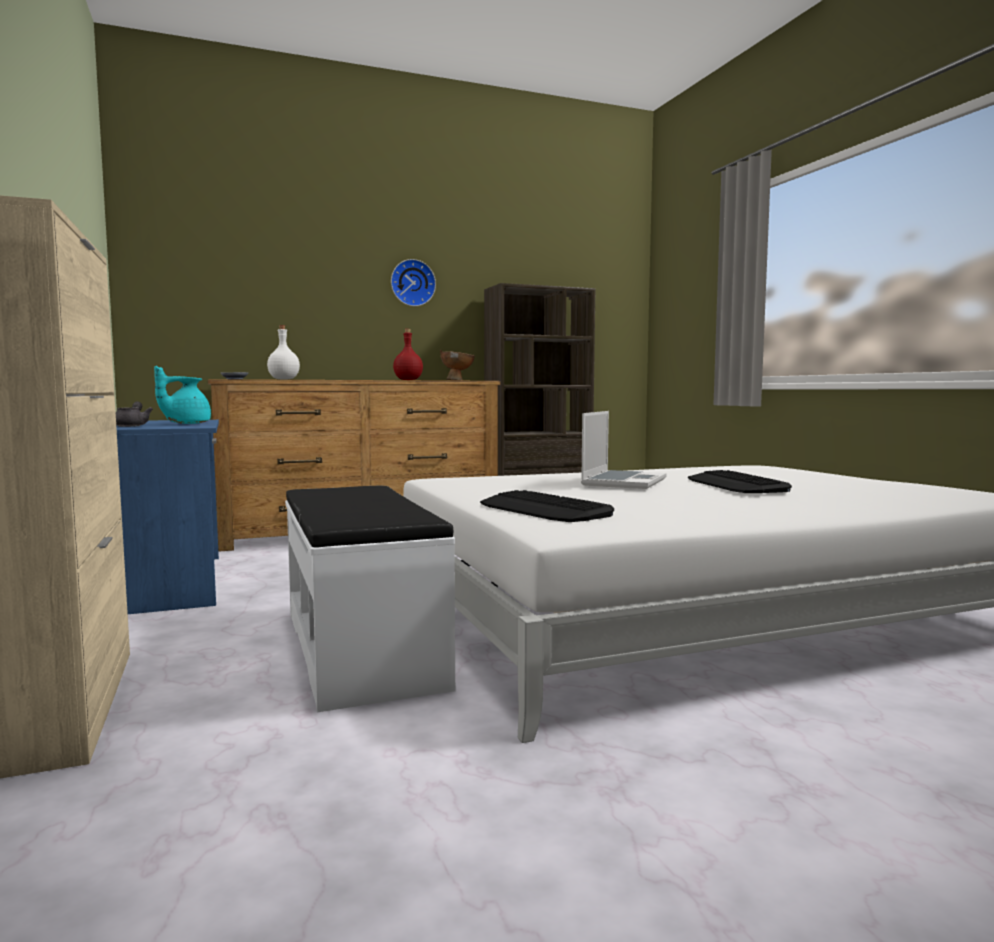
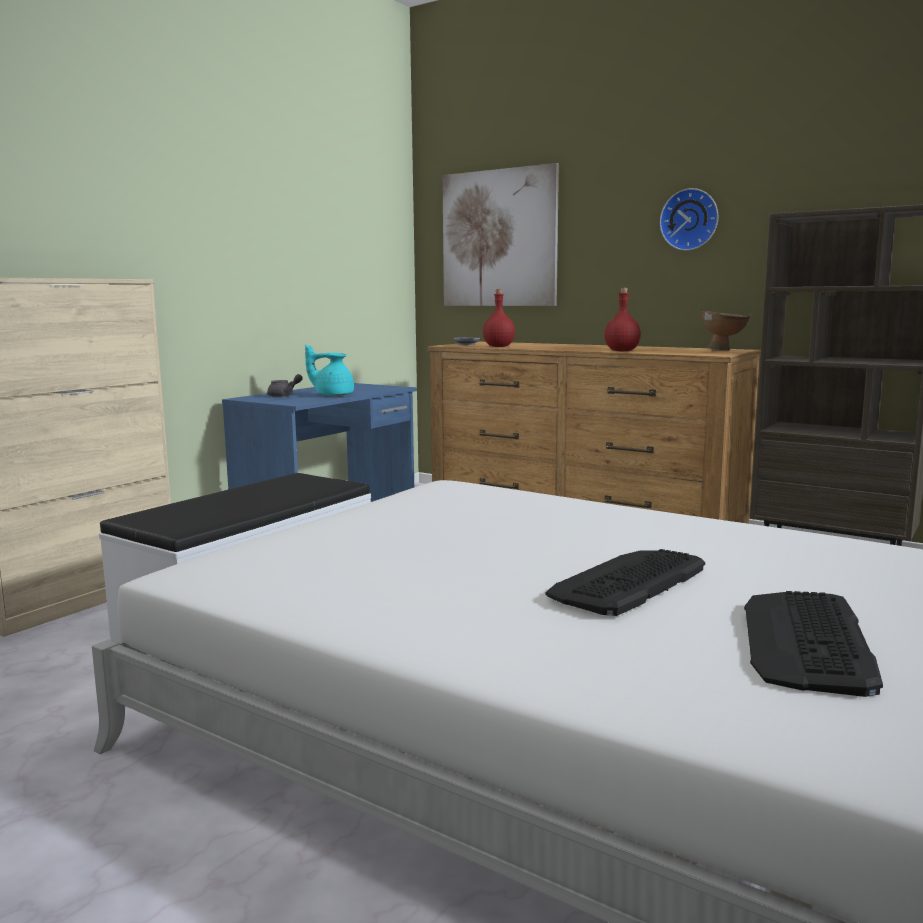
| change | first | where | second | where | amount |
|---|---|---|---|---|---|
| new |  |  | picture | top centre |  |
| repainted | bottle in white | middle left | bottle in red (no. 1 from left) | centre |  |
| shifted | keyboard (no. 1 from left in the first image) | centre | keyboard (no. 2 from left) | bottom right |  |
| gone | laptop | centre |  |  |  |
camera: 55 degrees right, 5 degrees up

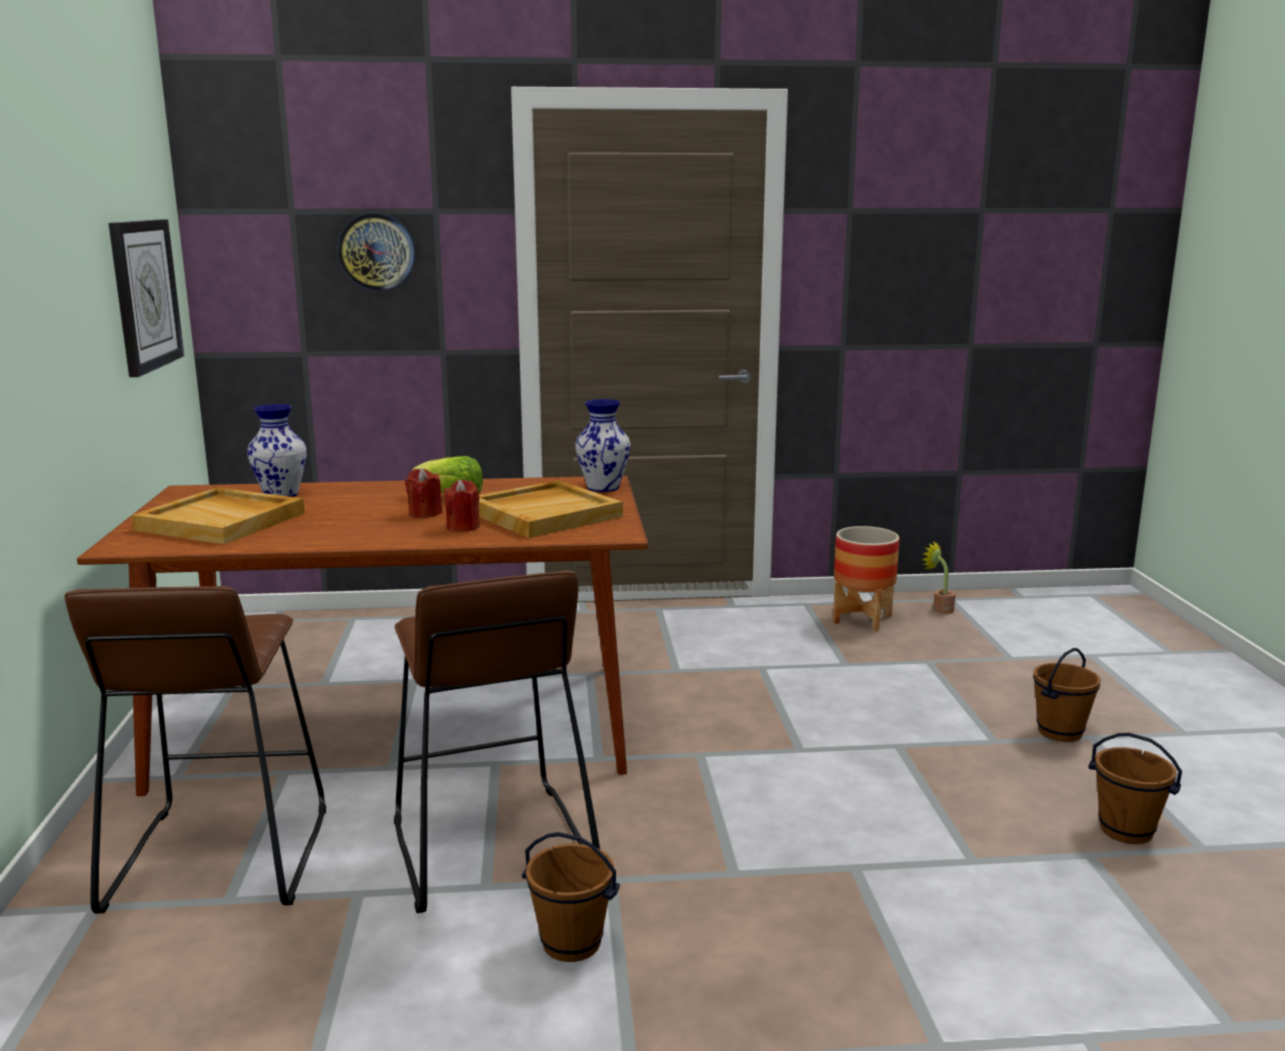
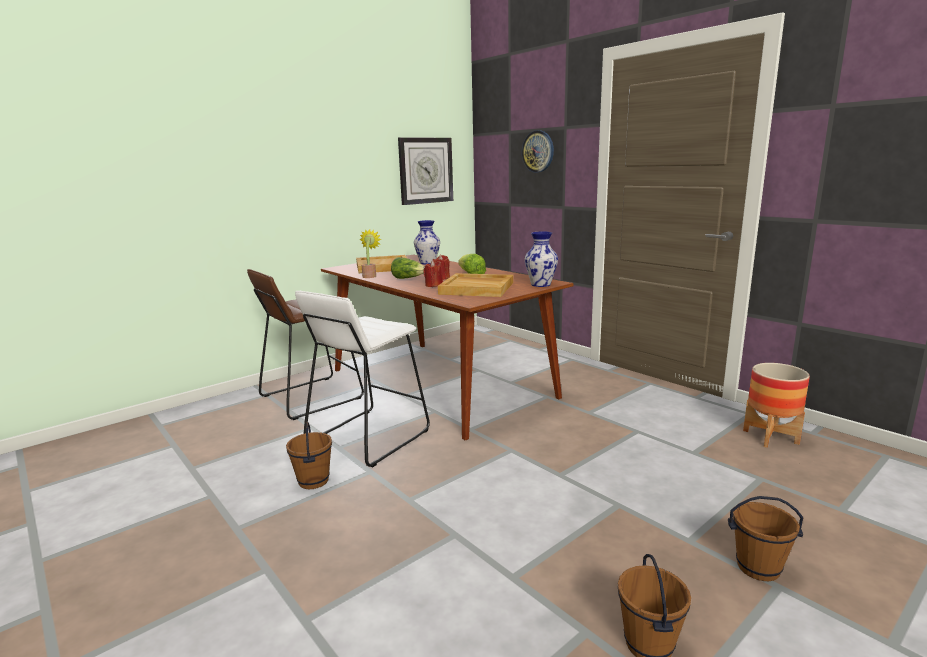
| change | first | where | second | where | amount |
|---|---|---|---|---|---|
| repainted | stool in brown (no. 2 from left) | bottom centre | stool in white | centre |  |
| shifted | potted plant | middle right |  | centre |  |
| new |  |  | lettuce (no. 1 from left) | centre |  |
camera: 55 degrees right, 0 degrees up

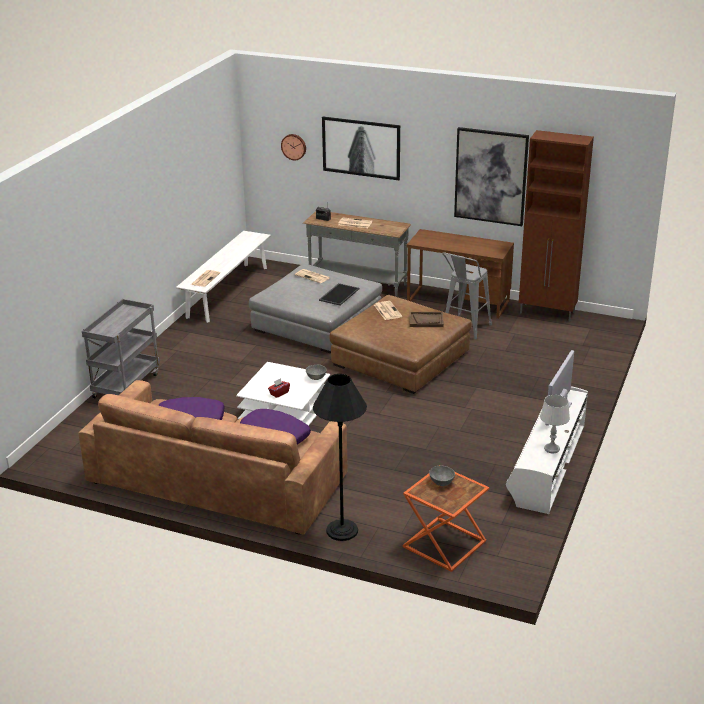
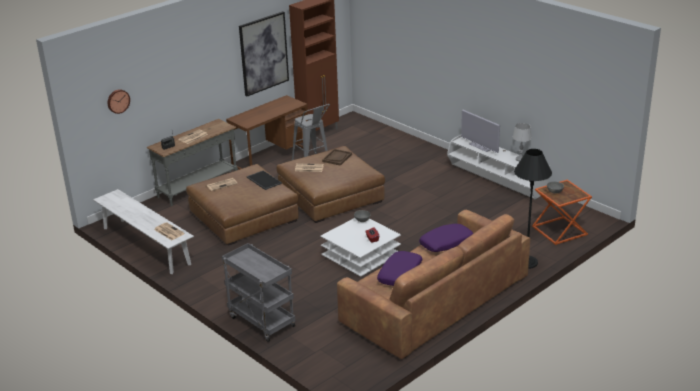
| change | first | where | second | where | amount |
|---|---|---|---|---|---|
| repainted | ottoman in grey | centre | ottoman in brown (no. 1 from left) | centre |  |
| gone | picture (no. 1 from left) | top centre |  |  |  |
camera: 65 degrees left, 0 degrees up

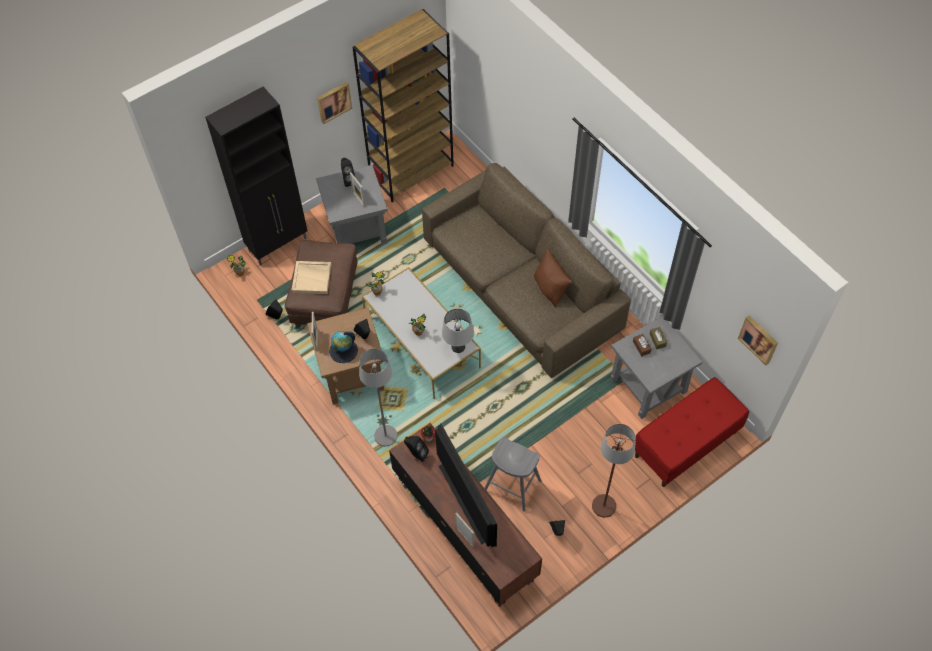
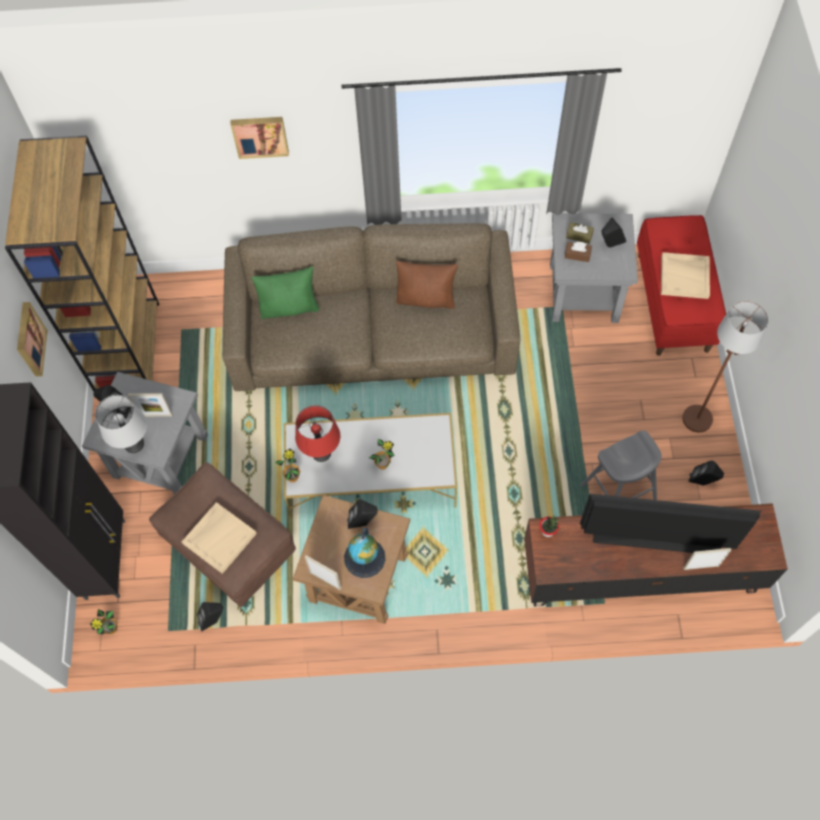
| change | first | where | second | where | amount |
|---|---|---|---|---|---|
| shifted | table lamp in grey | centre |  | middle left |  |
| shifted | picture (no. 2 from left) | middle right |  | top left |  |
| new |  |  | pillow in green | centre |  |
| new |  |  | table lamp in red | centre |  |
| shifted | speaker in black (no. 4 from left) | bottom centre |  | top right |  |
| new |  |  | tray in beige (no. 2 from left) | middle right |  |
| gone | floor lamp in grey | centre |  |  |  |
camera: 55 degrees left, 5 degrees up

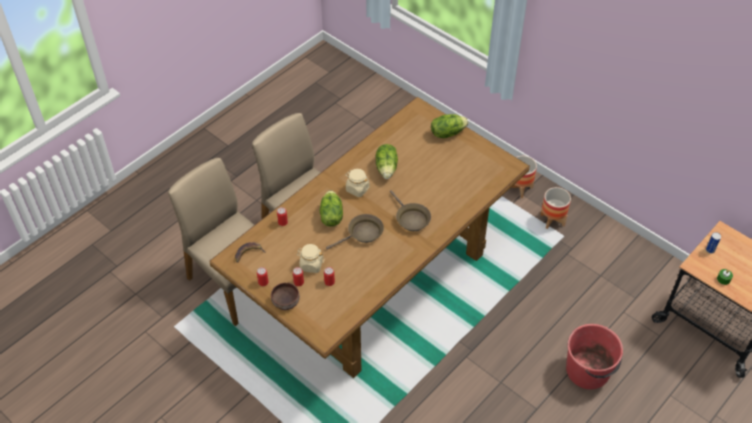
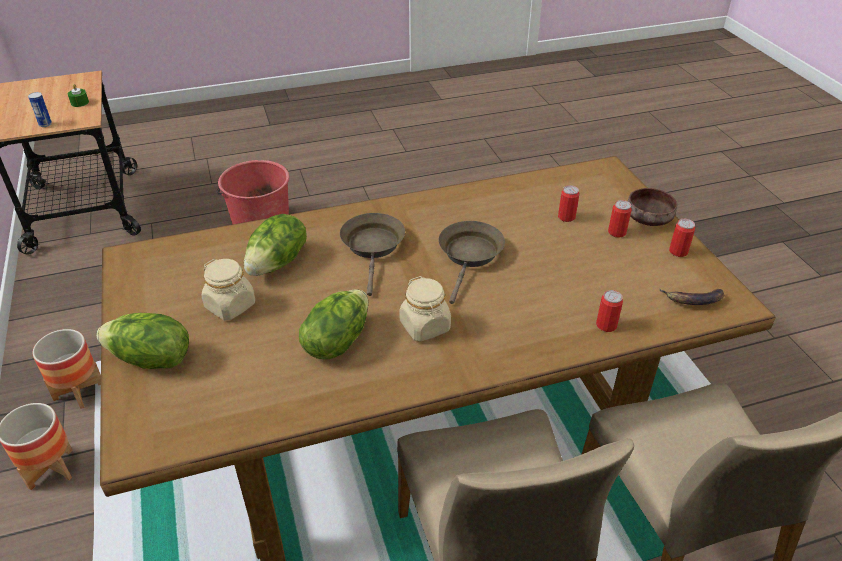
| change | first | where | second | where | amount |
|---|---|---|---|---|---|
| shifted | jar in beige (no. 1 from left) | centre |  | middle left |  |
| shifted | lettuce (no. 1 from left in the first image) | centre | lettuce (no. 2 from left) | middle left |  |
| rotated | frying pan in brown (no. 1 from left in the first image) | centre | frying pan in brown (no. 2 from left) | centre | 105 degrees clockwise |
camera: 150 degrees left, 10 degrees down

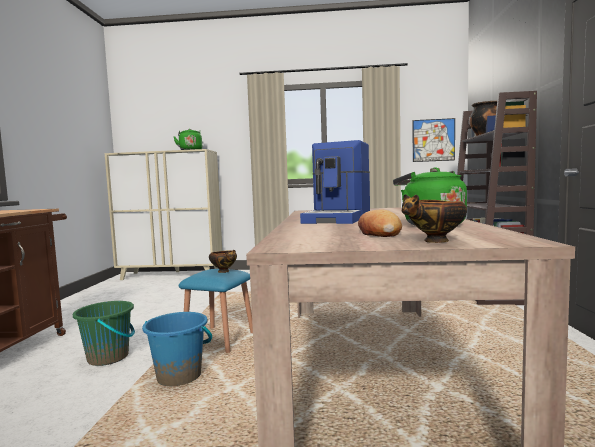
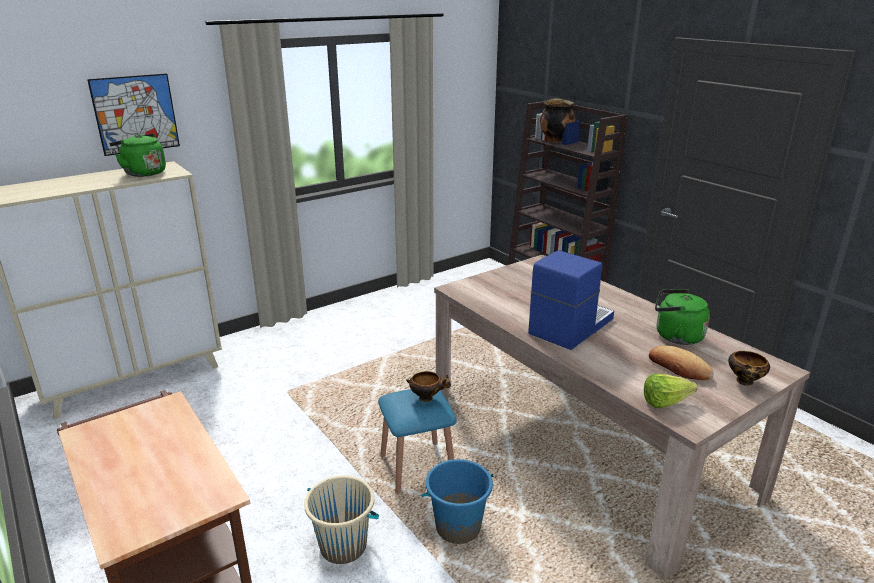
| change | first | where | second | where | amount |
|---|---|---|---|---|---|
| shifted | picture | top right |  | top left |  |
| repainted | bucket in green | bottom left | bucket in beige | bottom centre |  |
| rotated | coffee machine | centre |  | centre | 120 degrees counterclockwise |
| new |  |  | lettuce | bottom right |  |
camera: 40 degrees left, 20 degrees up

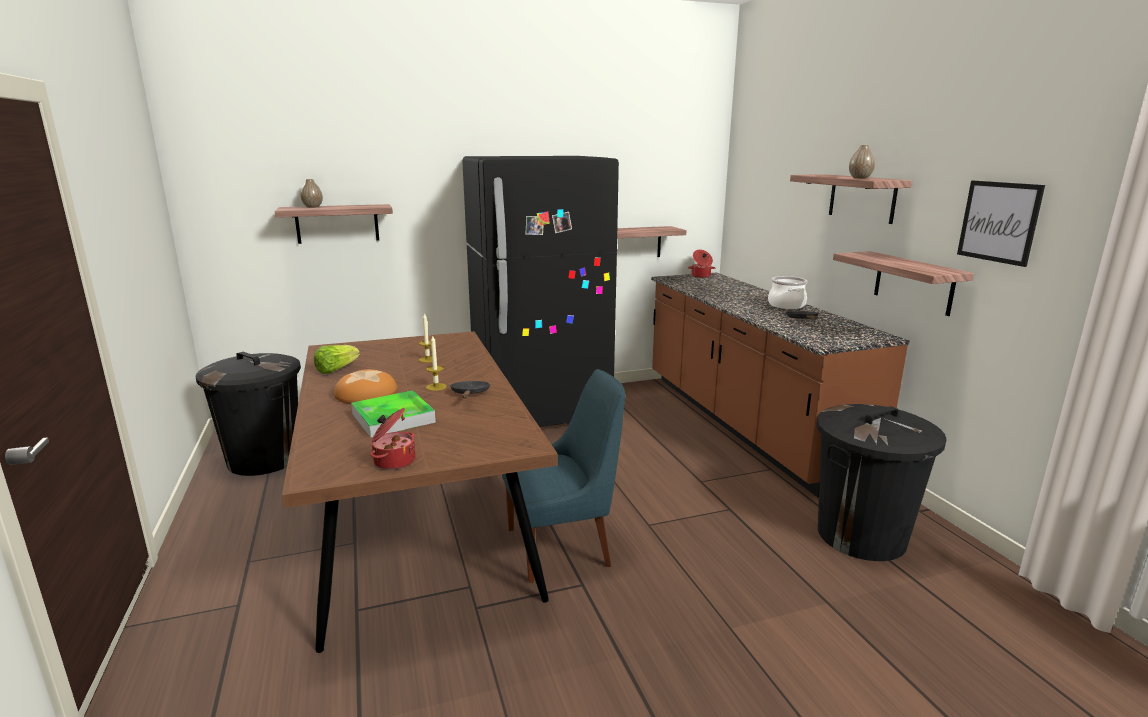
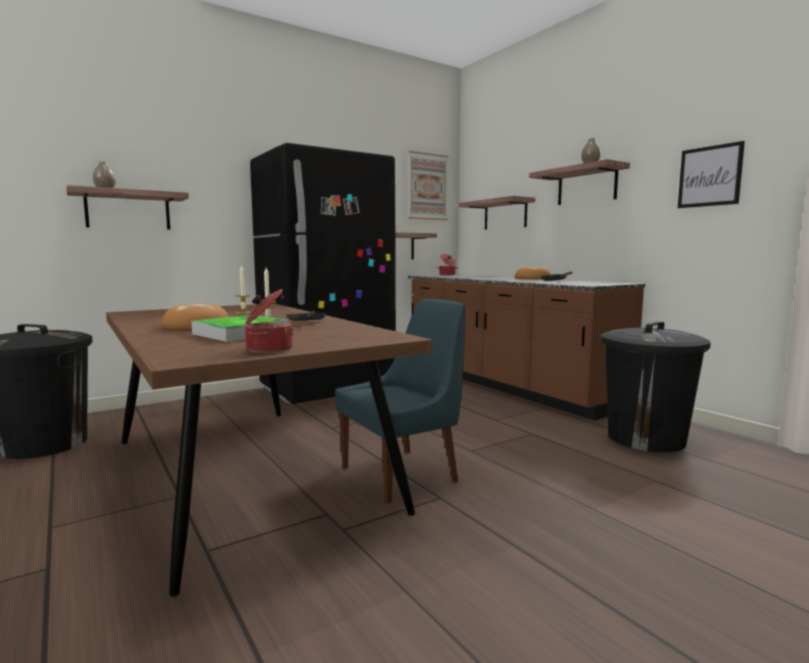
| change | first | where | second | where | amount |
|---|---|---|---|---|---|
| new |  |  | picture (no. 1 from left) | top centre |  |
| shifted | shelf (no. 4 from left in the first image) | middle right | shelf (no. 3 from left) | top centre |  |
| swapped | cooking pot (no. 3 from left) | middle right | bread (no. 2 from left) | centre |  |
| gone | lettuce | middle left |  |  |  |
camera: 15 degrees left, 10 degrees down

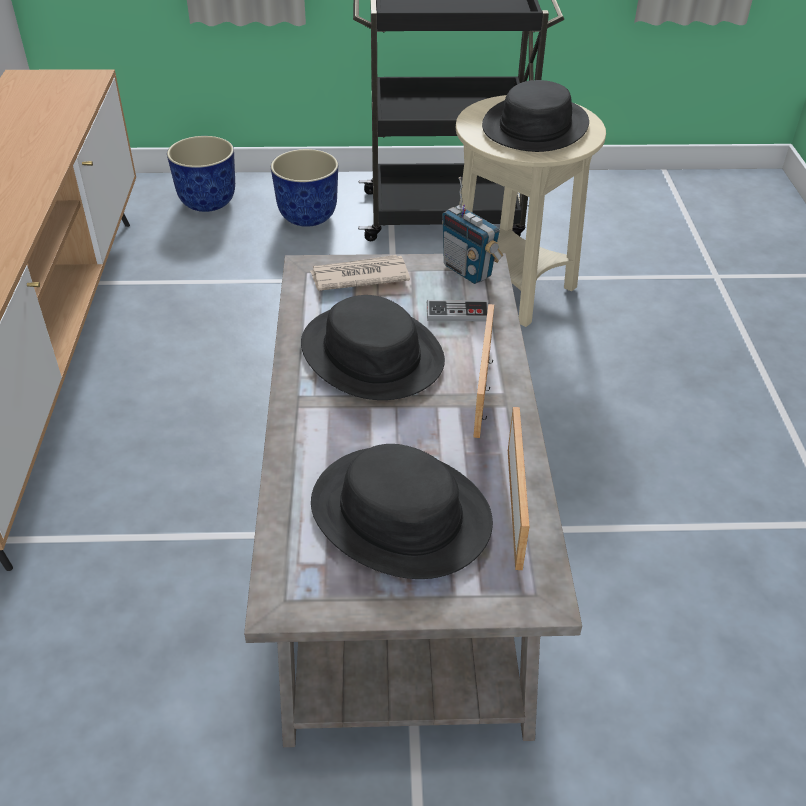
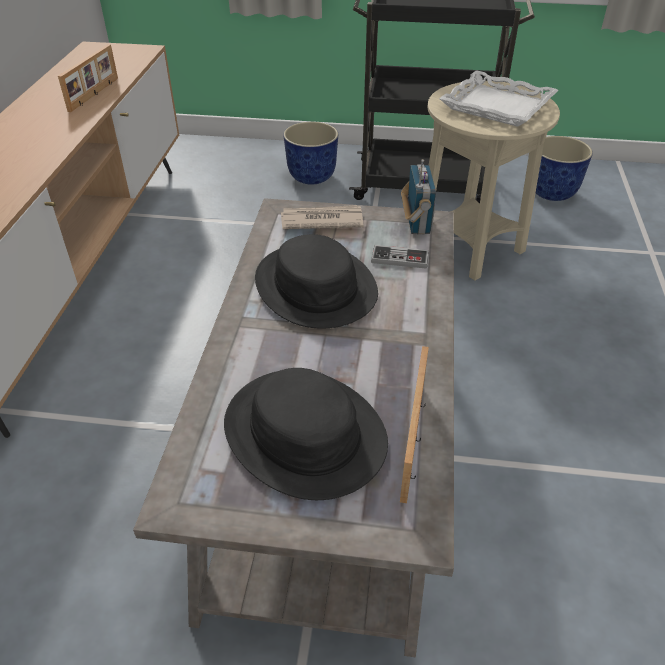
| change | first | where | second | where | amount |
|---|---|---|---|---|---|
| shifted | picture frame (no. 1 from left) | centre |  | top left |  |
| rotated | radio | top centre |  | top centre | 150 degrees counterclockwise |
| swapped | hat in black (no. 3 from left) | top centre | tray in white | top right |  |
| shifted | planter (no. 1 from left in the first image) | top left | planter (no. 2 from left) | top right |  |
camera: 10 degrees right, 0 degrees up

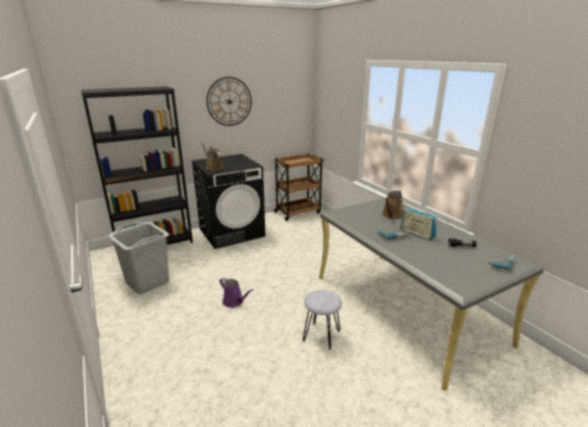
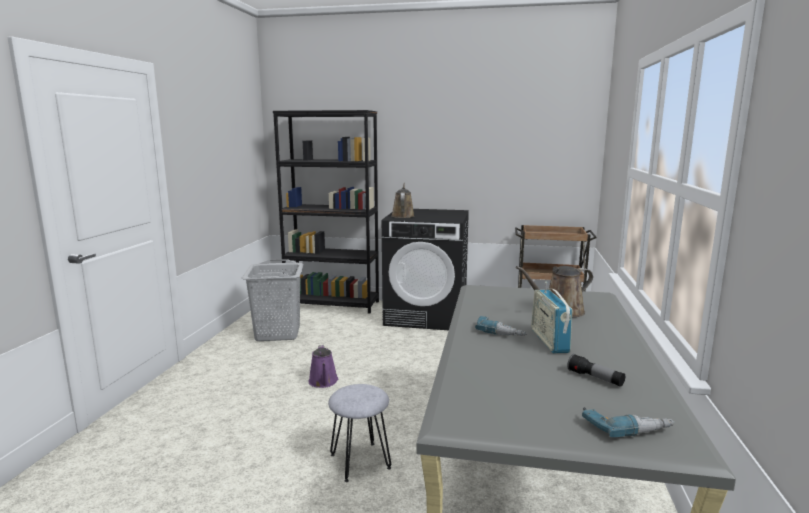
| change | first | where | second | where | amount |
|---|---|---|---|---|---|
| gone | wall clock | top centre |  |  |  |
camera: 40 degrees right, 10 degrees down

